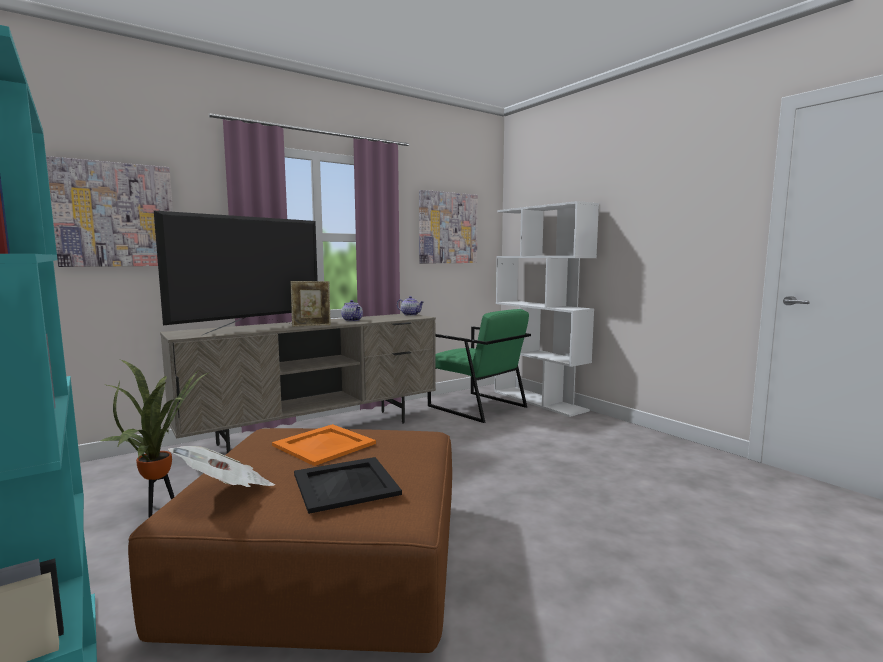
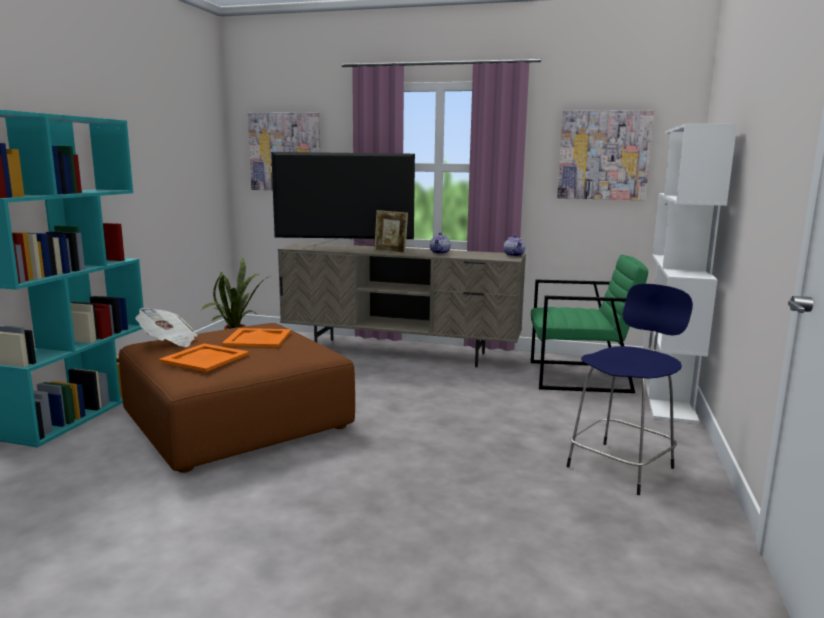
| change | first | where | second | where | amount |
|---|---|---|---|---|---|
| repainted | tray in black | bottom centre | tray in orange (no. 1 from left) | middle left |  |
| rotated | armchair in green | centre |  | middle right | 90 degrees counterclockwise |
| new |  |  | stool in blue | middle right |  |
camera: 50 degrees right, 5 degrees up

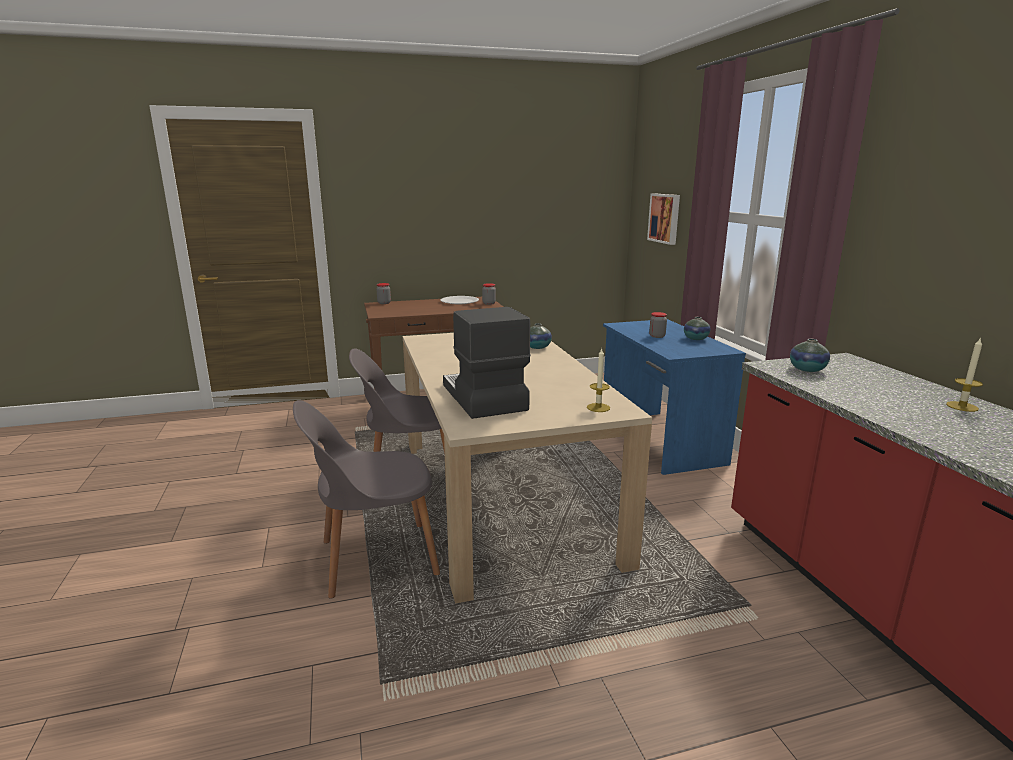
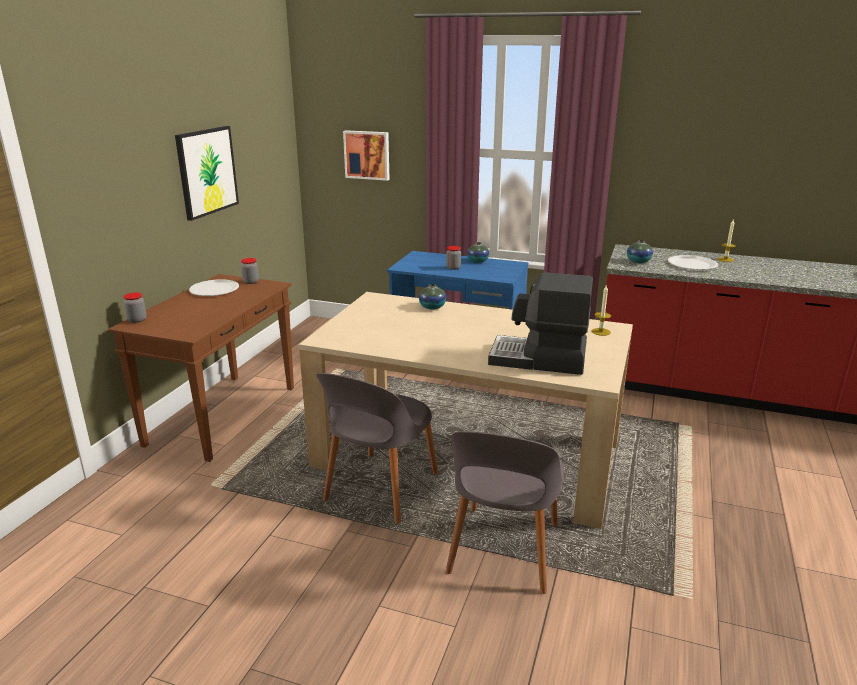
| change | first | where | second | where | amount |
|---|---|---|---|---|---|
| new |  |  | picture (no. 1 from left) | top left |  |
| new |  |  | plate in white (no. 2 from left) | middle right |  |
camera: 55 degrees left, 5 degrees up

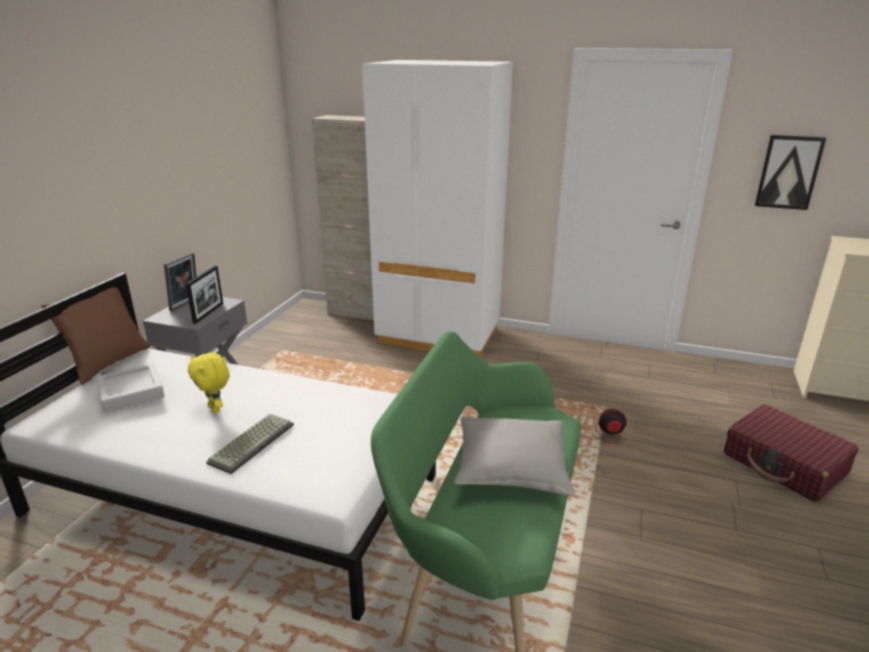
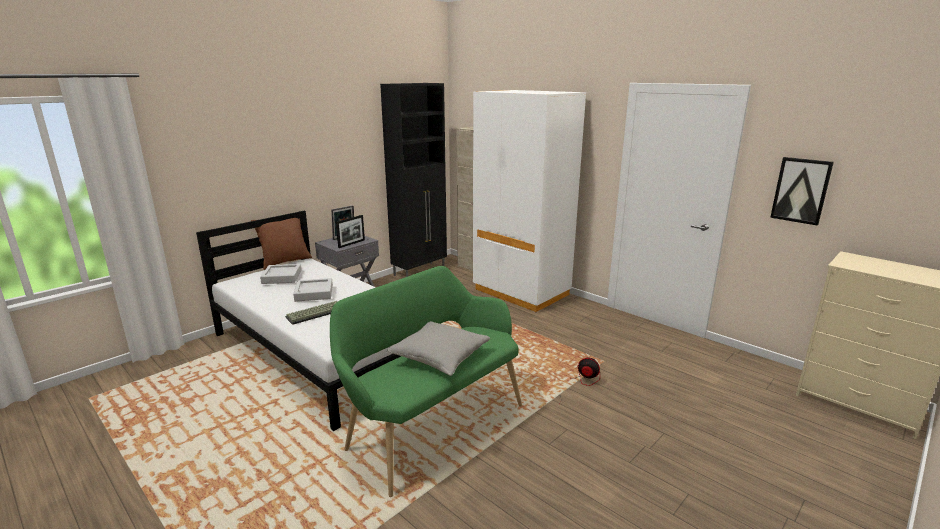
| change | first | where | second | where | amount |
|---|---|---|---|---|---|
| swapped | plush toy in yellow | middle left | tray in grey (no. 2 from left) | middle left |  |
| new |  |  | cabinet in black | centre |  |
| gone | suitcase in red | bottom right |  |  |  |
camera: 25 degrees right, 5 degrees down

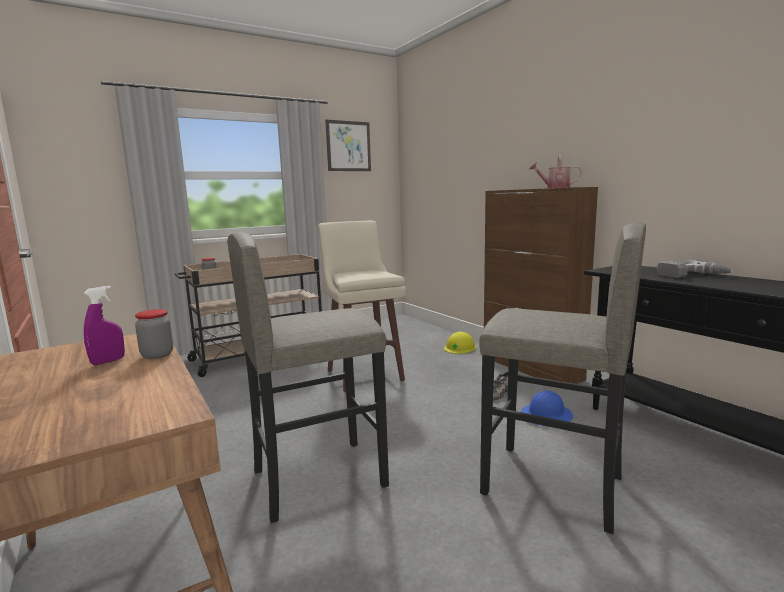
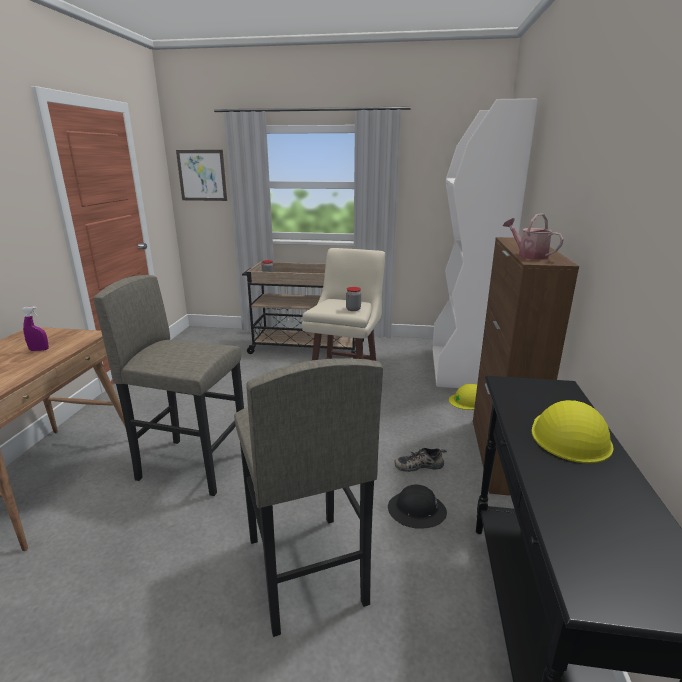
| change | first | where | second | where | amount |
|---|---|---|---|---|---|
| shifted | picture | top centre |  | top left |  |
| shifted | jar (no. 1 from left in the first image) | middle left | jar (no. 2 from left) | centre |  |
| repainted | hard hat in blue | bottom right | hard hat in black | bottom centre |  |
| new |  |  | bookcase in white | middle right |  |
| swapped | power drill | middle right | hard hat in yellow (no. 2 from left) | middle right |  |
camera: 40 degrees right, 10 degrees up

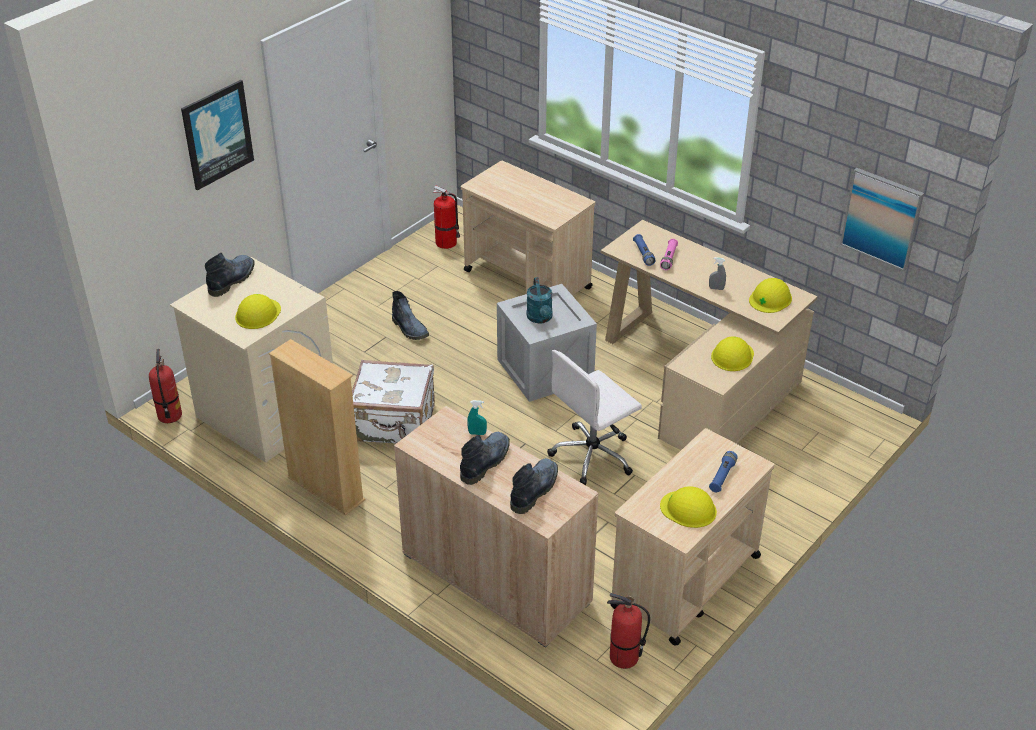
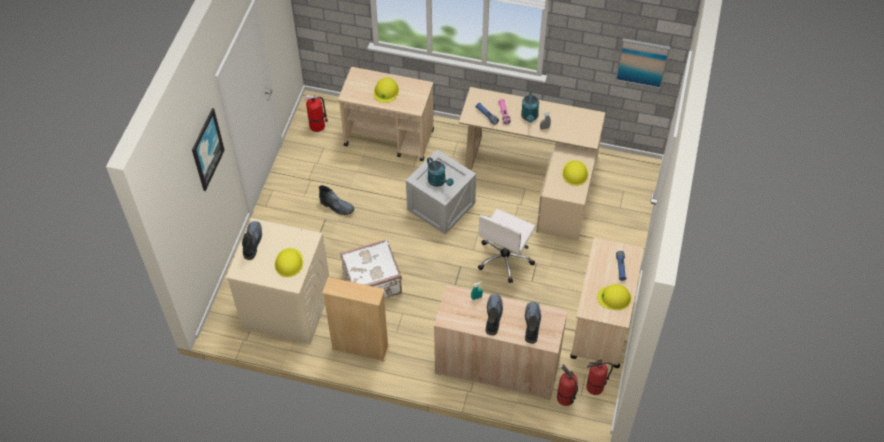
| change | first | where | second | where | amount |
|---|---|---|---|---|---|
| shifted | hard hat in yellow (no. 4 from left in the first image) | middle right | hard hat in yellow (no. 2 from left) | top centre |  |
| new |  |  | watering can in turquoise (no. 2 from left) | top centre |  |
| shifted | fire extinguisher (no. 1 from left in the first image) | middle left | fire extinguisher (no. 2 from left) | bottom centre |  |
camera: 25 degrees left, 15 degrees up

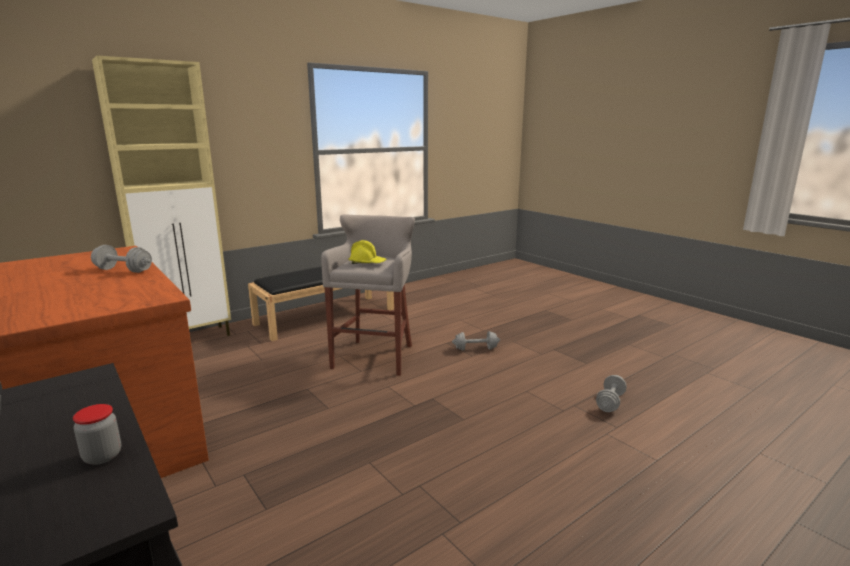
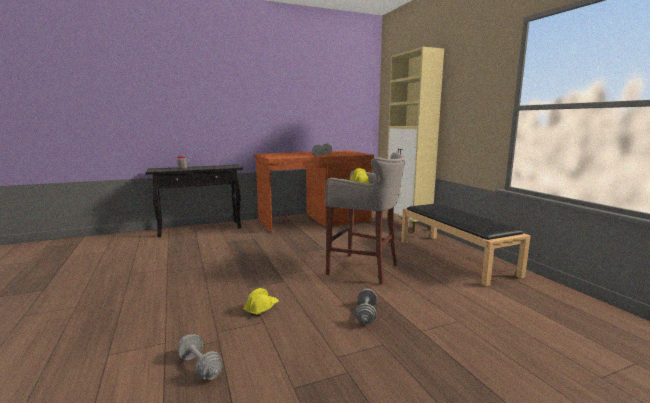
| change | first | where | second | where | amount |
|---|---|---|---|---|---|
| new |  |  | hard hat in yellow (no. 1 from left) | bottom centre |  |
camera: 105 degrees right, 5 degrees down

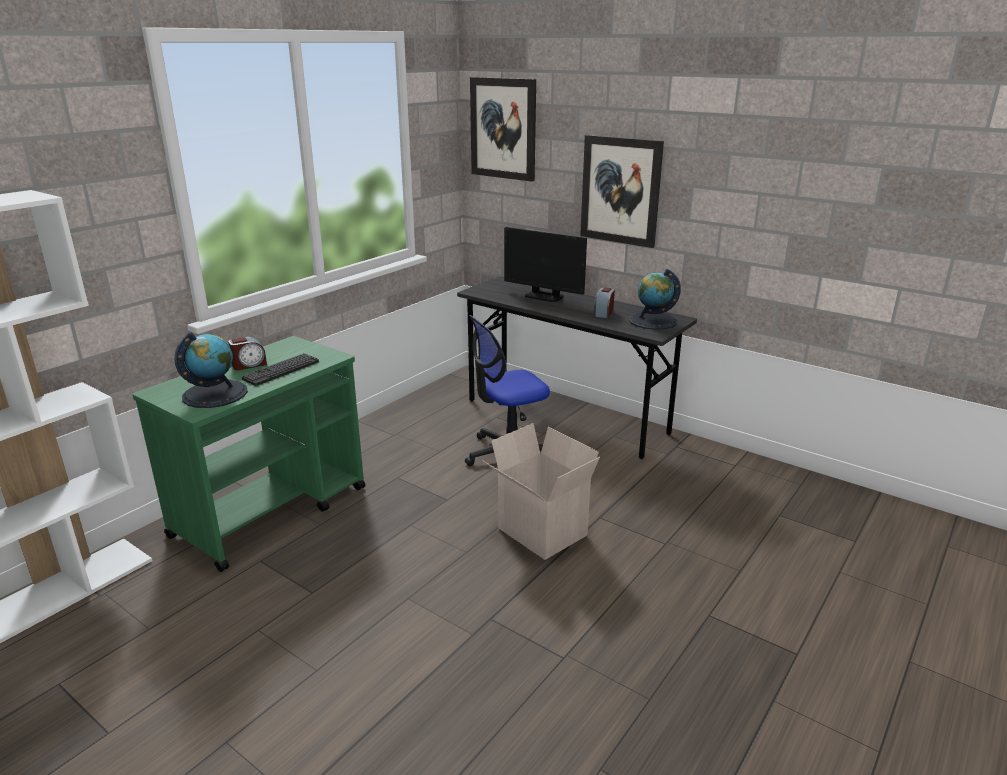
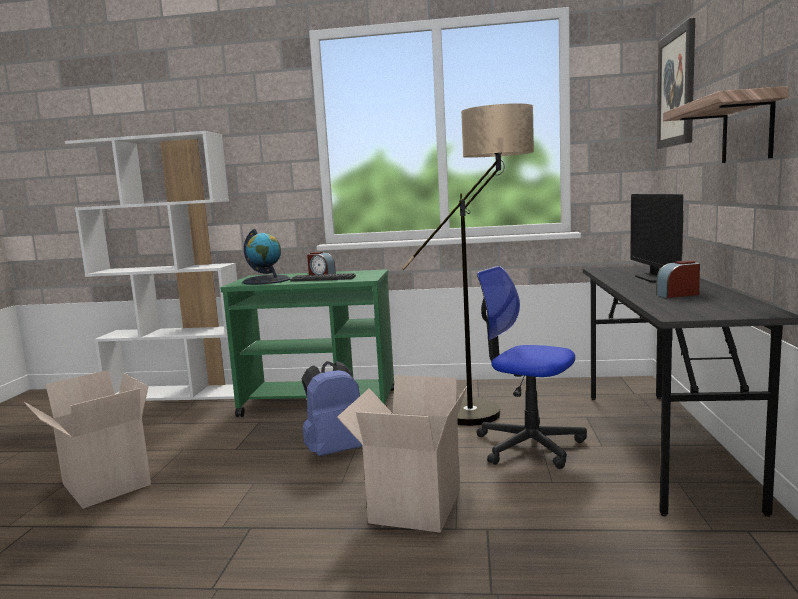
| change | first | where | second | where | amount |
|---|---|---|---|---|---|
| new |  |  | cardboard box (no. 1 from left) | bottom left |  |
| new |  |  | backpack in blue | bottom centre |  |
| new |  |  | floor lamp | centre |  |
| swapped | picture (no. 2 from left) | top centre | shelf | top right |  |
| gone | globe (no. 2 from left) | centre |  |  |  |
camera: 60 degrees right, 15 degrees down

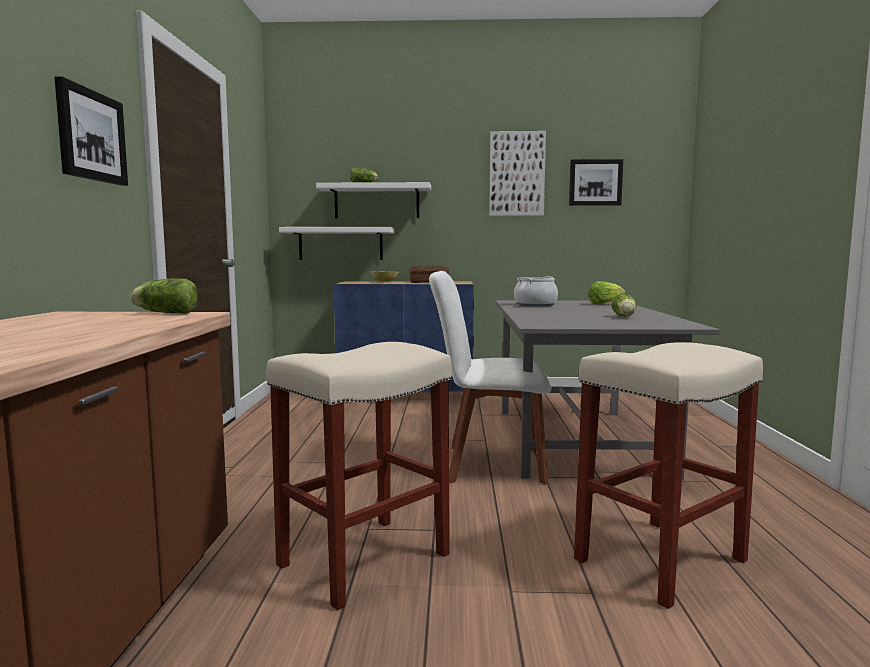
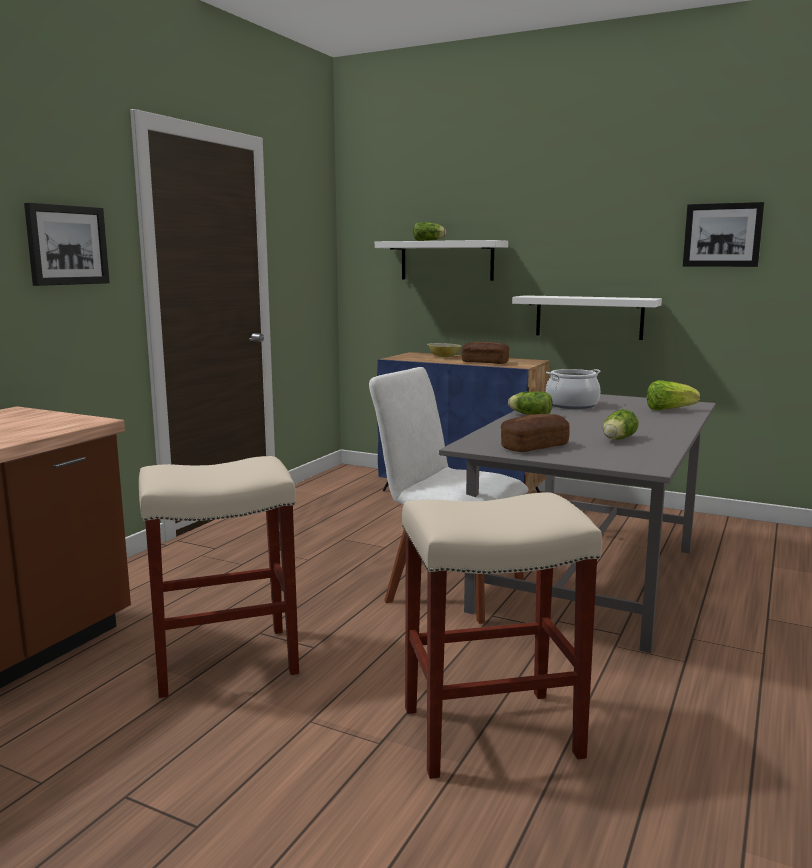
| change | first | where | second | where | amount |
|---|---|---|---|---|---|
| new |  |  | bread (no. 2 from left) | centre |  |
| shifted | lettuce (no. 1 from left in the first image) | middle left | lettuce (no. 2 from left) | centre |  |
| shifted | shelf in white (no. 1 from left in the first image) | centre | shelf in white (no. 2 from left) | middle right |  |
| gone | picture (no. 2 from left) | top centre |  |  |  |
camera: 25 degrees right, 5 degrees up

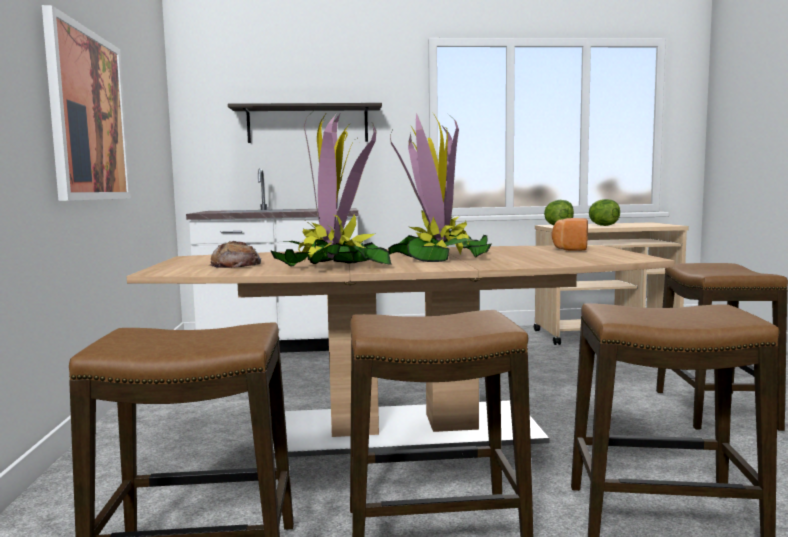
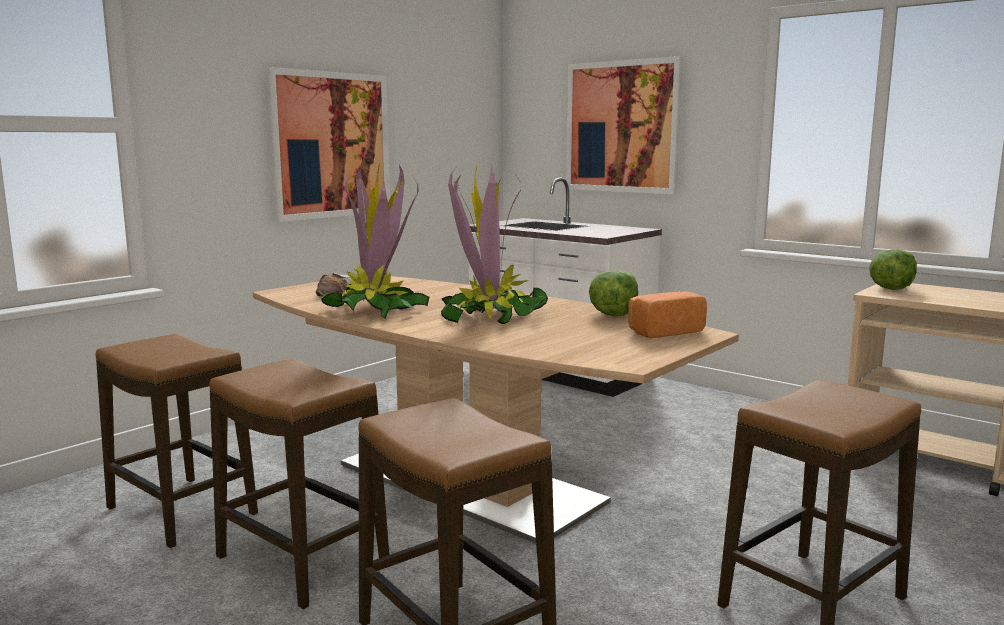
| change | first | where | second | where | amount |
|---|---|---|---|---|---|
| swapped | shelf | top centre | picture (no. 2 from left) | top centre |  |
| shifted | lettuce (no. 2 from left in the first image) | middle right | lettuce (no. 1 from left) | centre |  |
camera: 45 degrees right, 5 degrees up

